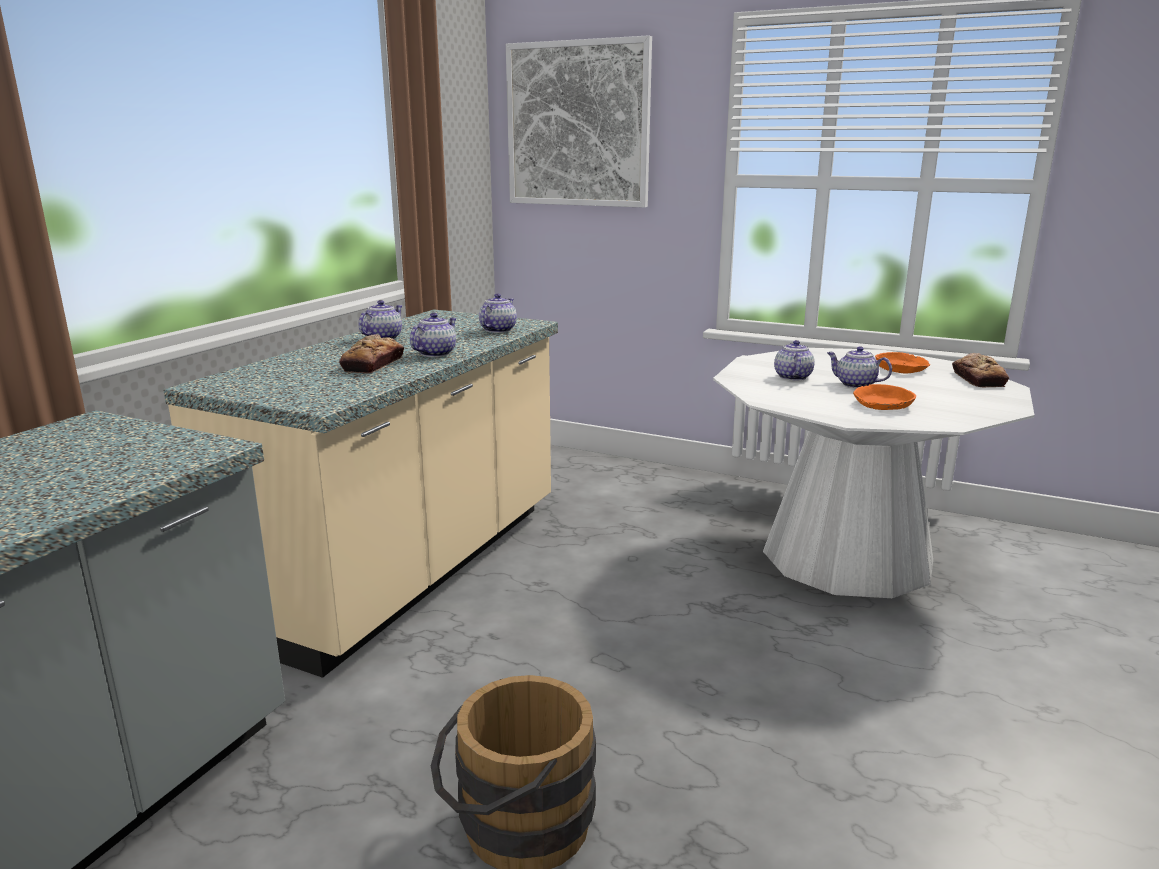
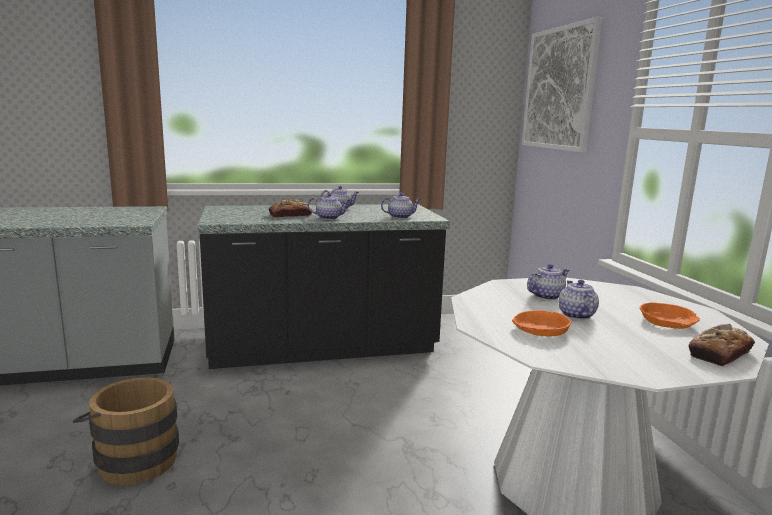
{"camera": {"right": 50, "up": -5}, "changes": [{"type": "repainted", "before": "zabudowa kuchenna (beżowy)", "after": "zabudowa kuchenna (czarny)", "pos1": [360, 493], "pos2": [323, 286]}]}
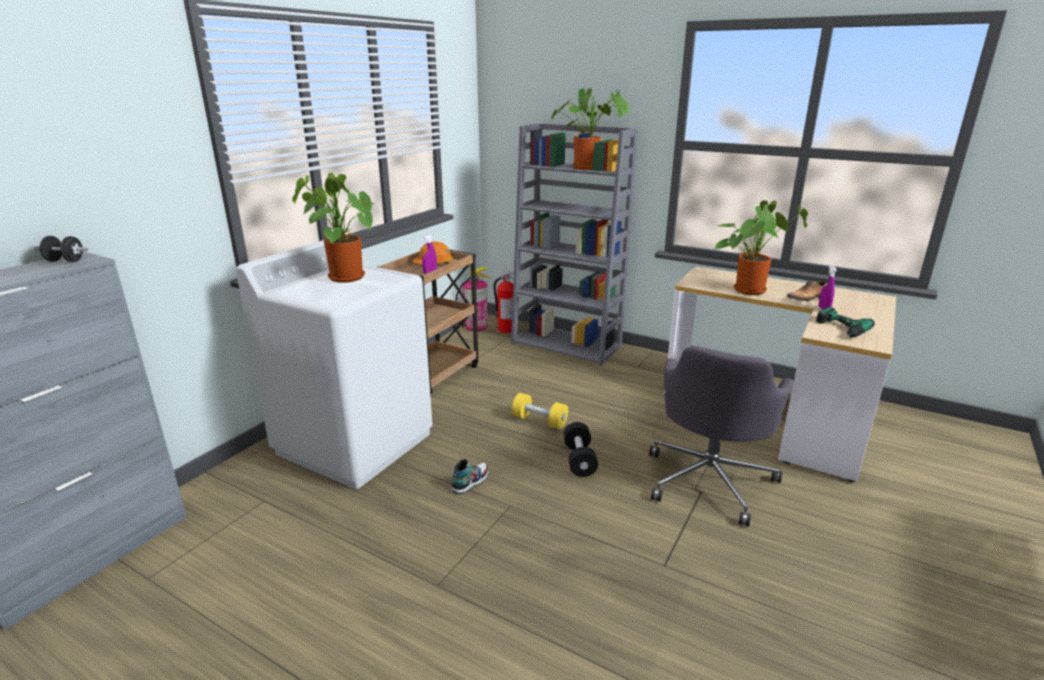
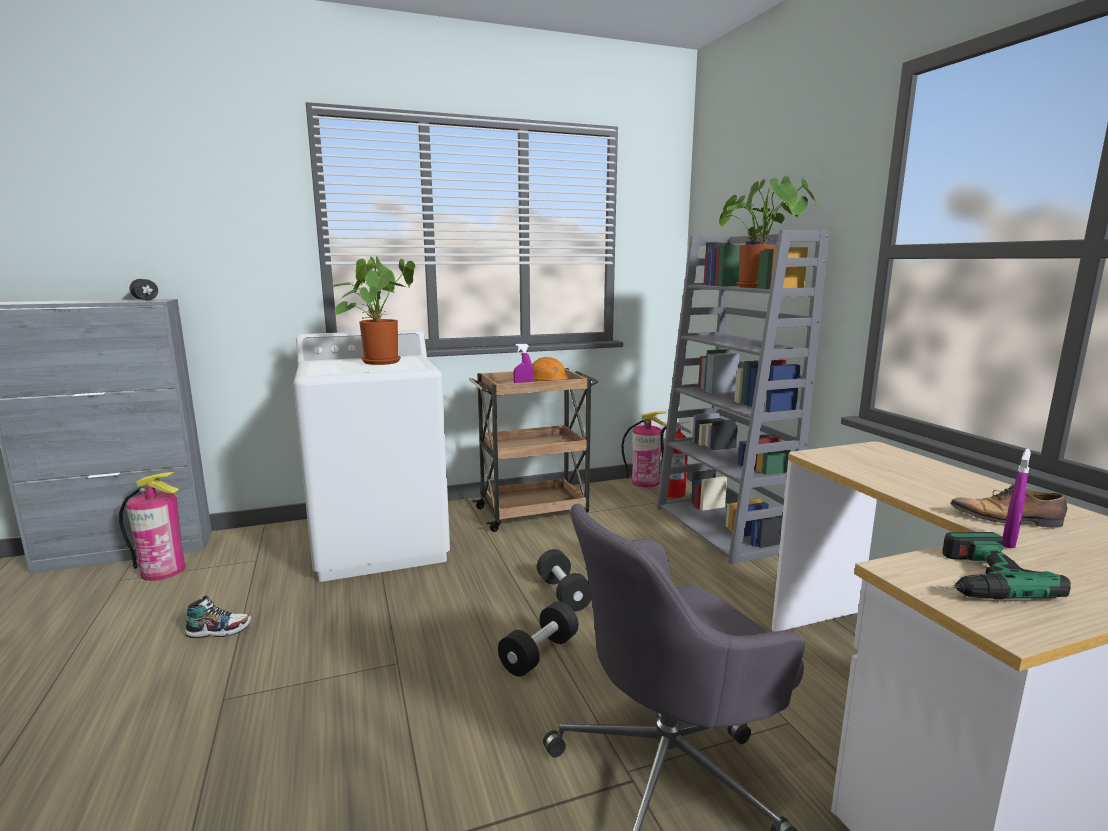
{"camera": {"right": 40, "up": -10}, "changes": [{"type": "gone", "before": "roślina doniczkowa", "pos1": [760, 247]}, {"type": "repainted", "before": "hantel (żółty)", "after": "hantel (czarny)", "pos1": [540, 411], "pos2": [564, 580]}, {"type": "shifted", "before": "but", "pos1": [470, 476], "pos2": [218, 617]}, {"type": "new", "after": "gaśnica", "pos2": [152, 526]}]}
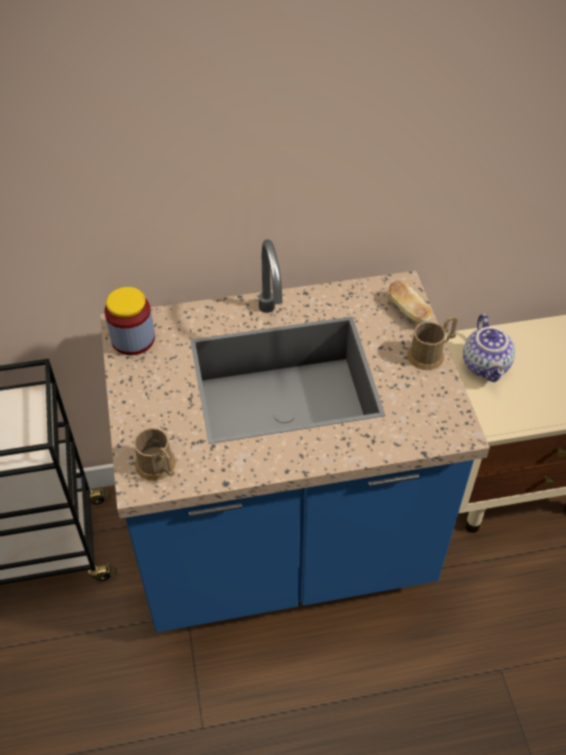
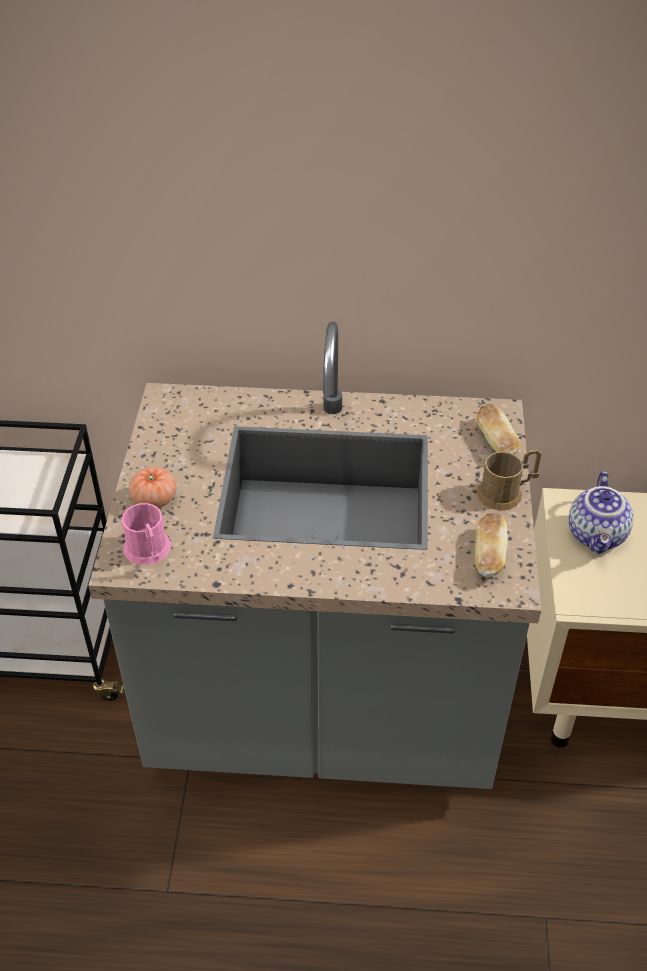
{"camera": {"right": 15, "up": -5}, "changes": [{"type": "repainted", "before": "zabudowa kuchenna (niebieski)", "after": "zabudowa kuchenna (szary)", "pos1": [295, 435], "pos2": [314, 555]}, {"type": "gone", "before": "słoik", "pos1": [129, 321]}, {"type": "repainted", "before": "kubek (brązowy)", "after": "kubek (różowy)", "pos1": [155, 454], "pos2": [146, 534]}, {"type": "new", "after": "pomidor", "pos2": [152, 487]}, {"type": "new", "after": "chleb", "pos2": [491, 545]}]}
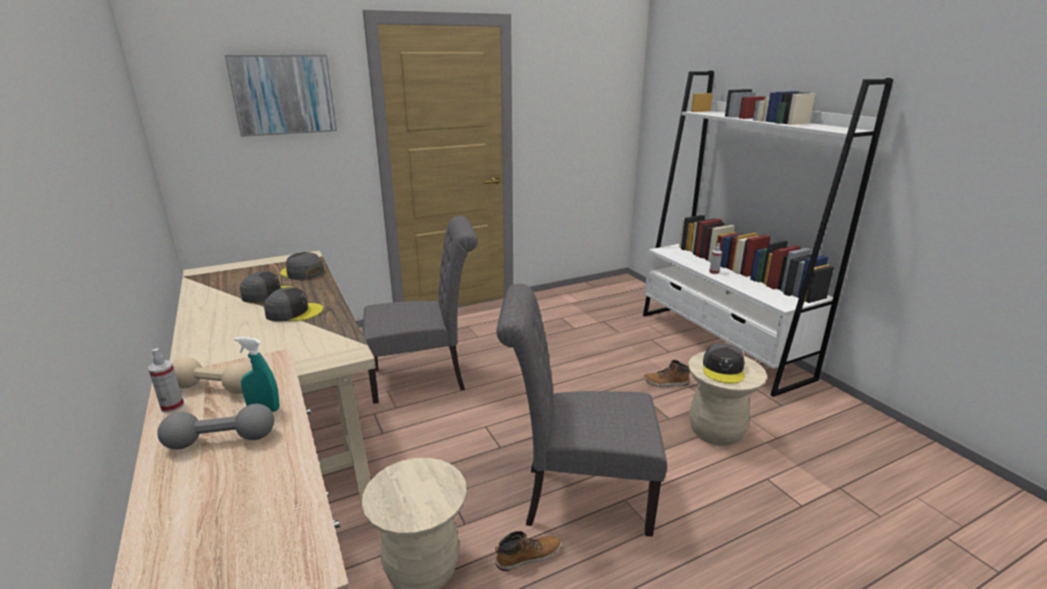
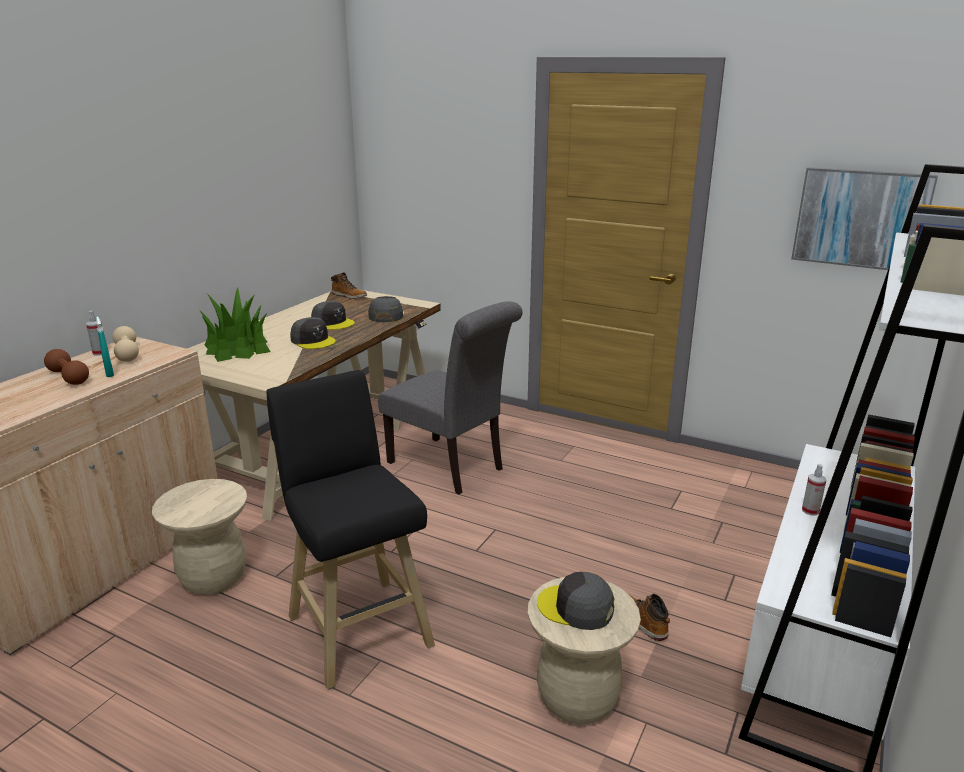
{"camera": {"right": 55, "up": 0}, "changes": [{"type": "shifted", "before": "obraz", "pos1": [281, 96], "pos2": [864, 218]}, {"type": "swapped", "before": "krzesło (szary)", "after": "stołek (czarny)", "pos1": [581, 410], "pos2": [350, 530]}, {"type": "rotated", "before": "czapka z daszkiem (szary)", "pos1": [724, 363], "pos2": [576, 601], "turn": 45}, {"type": "repainted", "before": "hantel (szary)", "after": "hantel (brązowy)", "pos1": [215, 427], "pos2": [66, 367]}, {"type": "shifted", "before": "but z cholewką", "pos1": [528, 551], "pos2": [349, 286]}, {"type": "new", "after": "roślina doniczkowa", "pos2": [235, 324]}]}
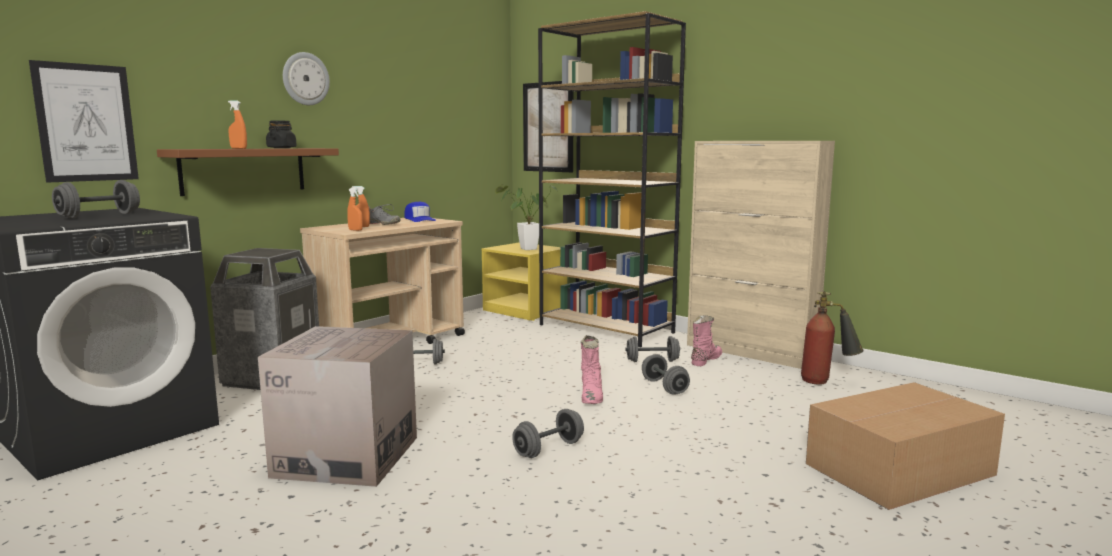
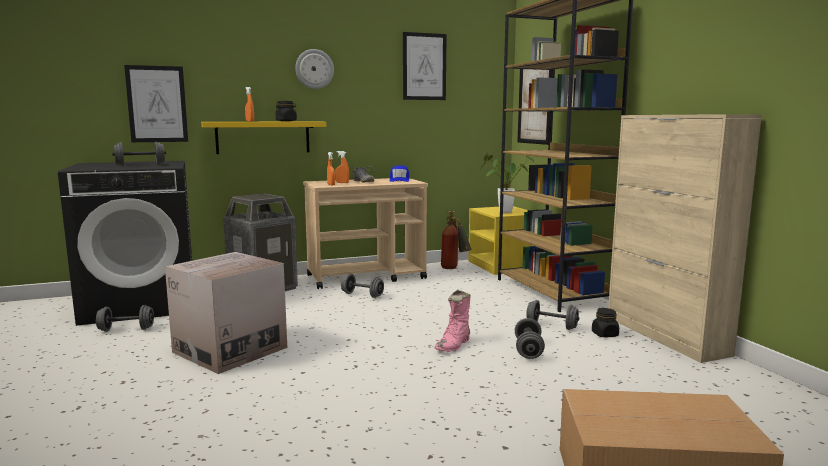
{"camera": {"right": 30, "up": 0}, "changes": [{"type": "repainted", "before": "półka (brązowy)", "after": "półka (żółty)", "pos1": [248, 172], "pos2": [264, 138]}, {"type": "shifted", "before": "gaśnica", "pos1": [832, 338], "pos2": [456, 239]}, {"type": "swapped", "before": "but z cholewką (różowy)", "after": "słoik (czarny)", "pos1": [706, 340], "pos2": [605, 322]}, {"type": "shifted", "before": "hantel (szary)", "pos1": [548, 433], "pos2": [125, 318]}, {"type": "new", "after": "obraz", "pos2": [425, 66]}]}
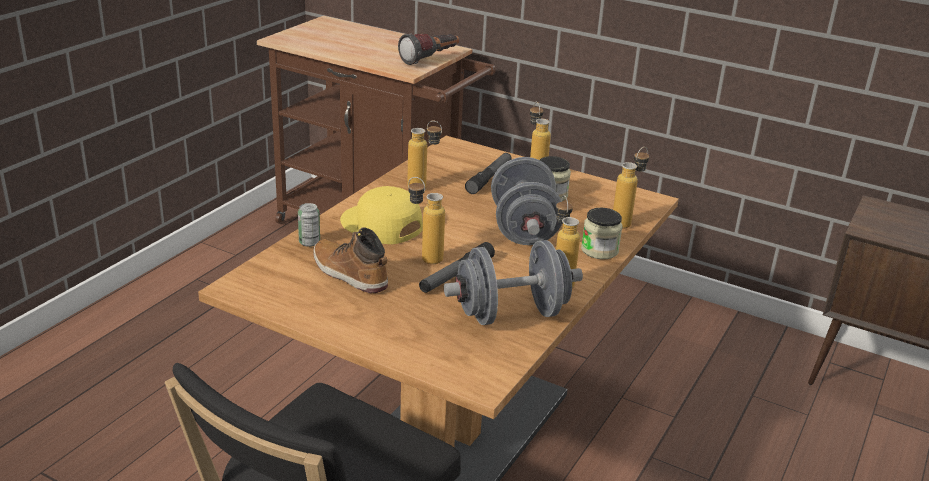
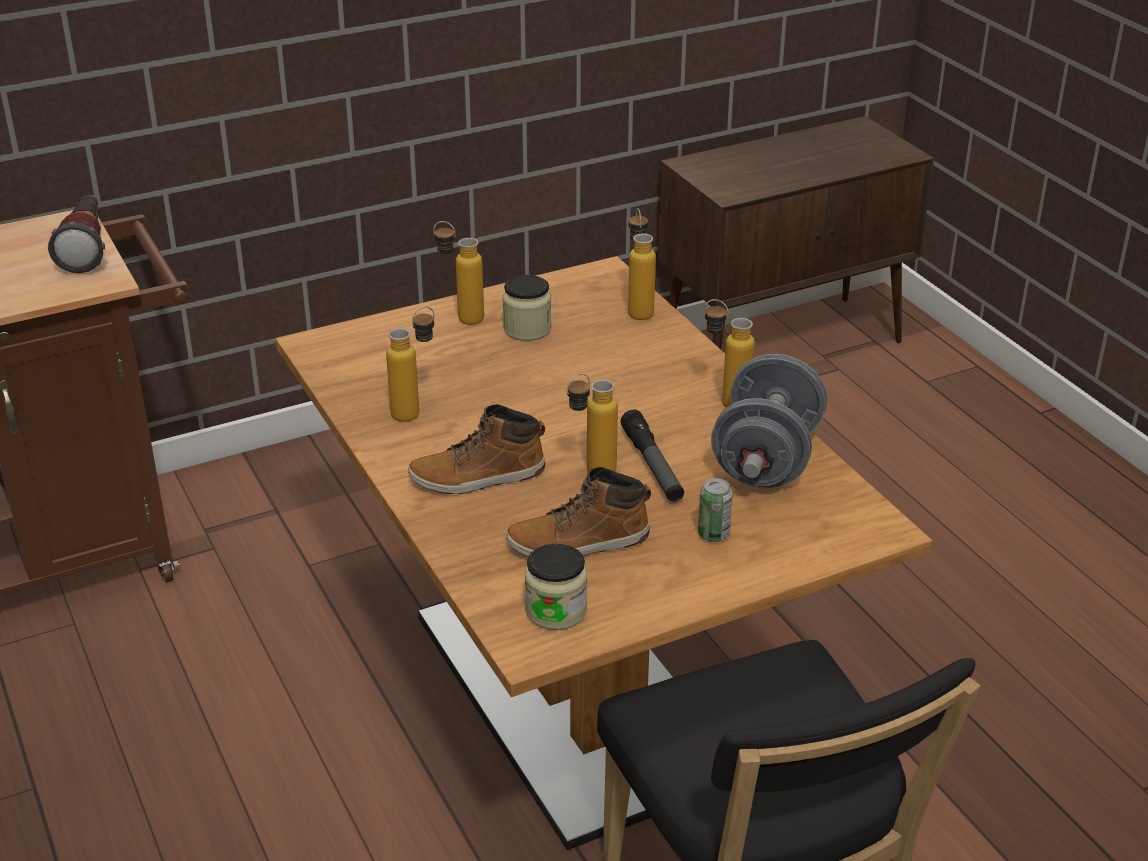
{"camera": {"right": -55, "up": 5}, "changes": [{"type": "gone", "before": "latarka", "pos1": [488, 173]}, {"type": "gone", "before": "hantel (szary)", "pos1": [526, 201]}, {"type": "swapped", "before": "czapka z daszkiem (żółty)", "after": "but z cholewką", "pos1": [381, 215], "pos2": [476, 449]}, {"type": "shifted", "before": "puszka", "pos1": [309, 225], "pos2": [715, 510]}, {"type": "shifted", "before": "słoik", "pos1": [601, 233], "pos2": [556, 587]}]}
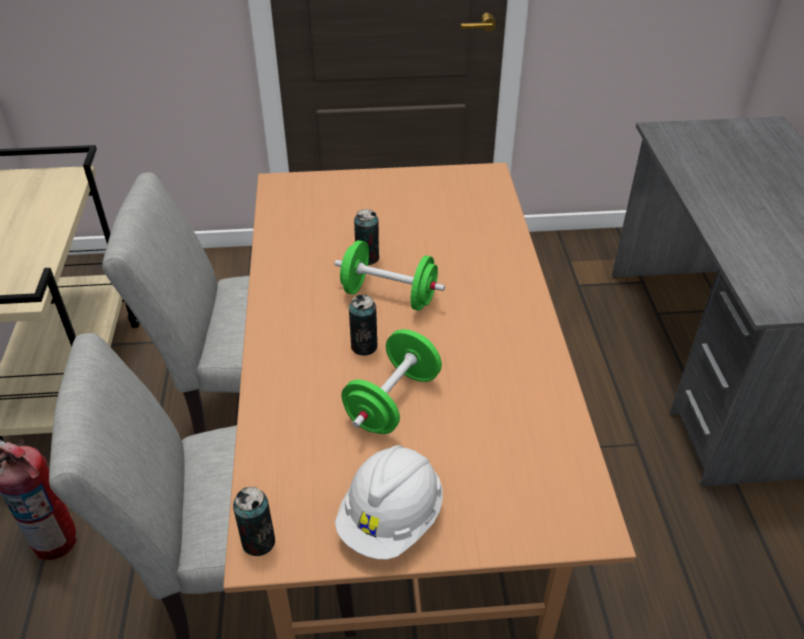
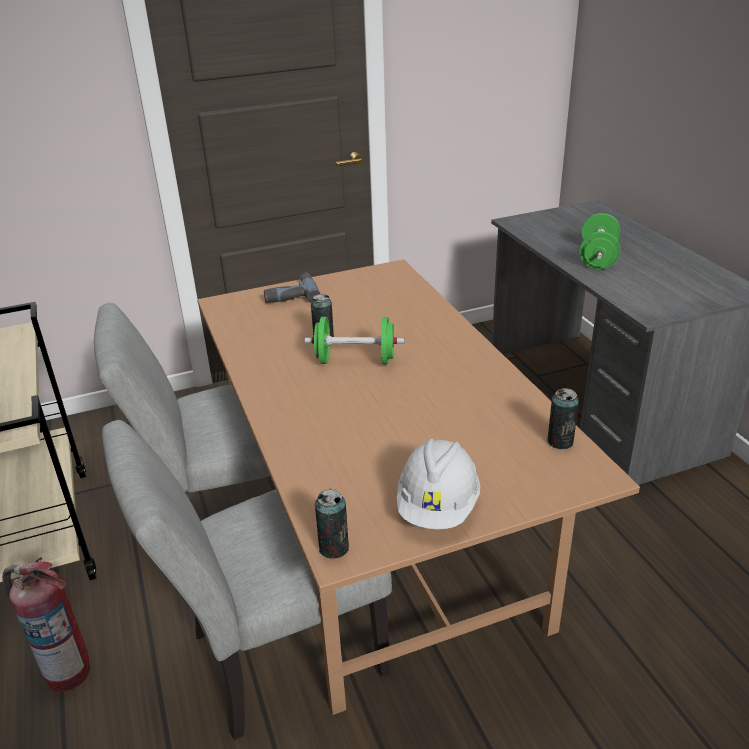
{"camera": {"right": -15, "up": -10}, "changes": [{"type": "shifted", "before": "puszka", "pos1": [363, 325], "pos2": [563, 418]}, {"type": "shifted", "before": "hantel (zielony)", "pos1": [391, 381], "pos2": [600, 241]}, {"type": "new", "after": "wiertarka", "pos2": [292, 288]}]}
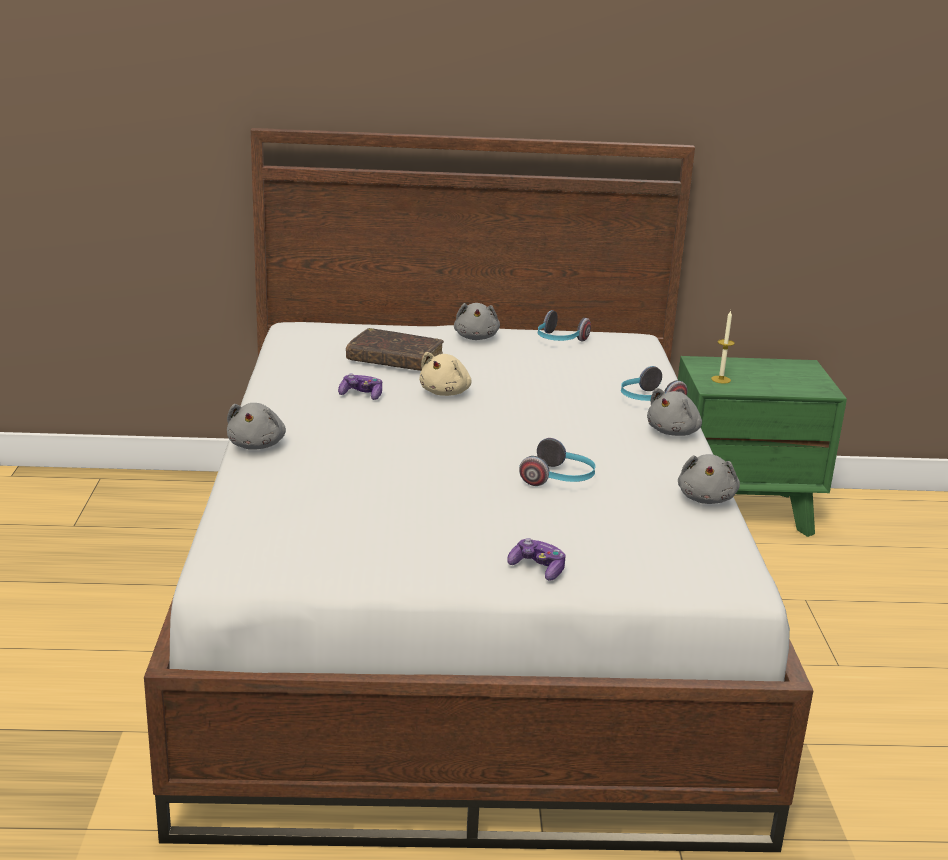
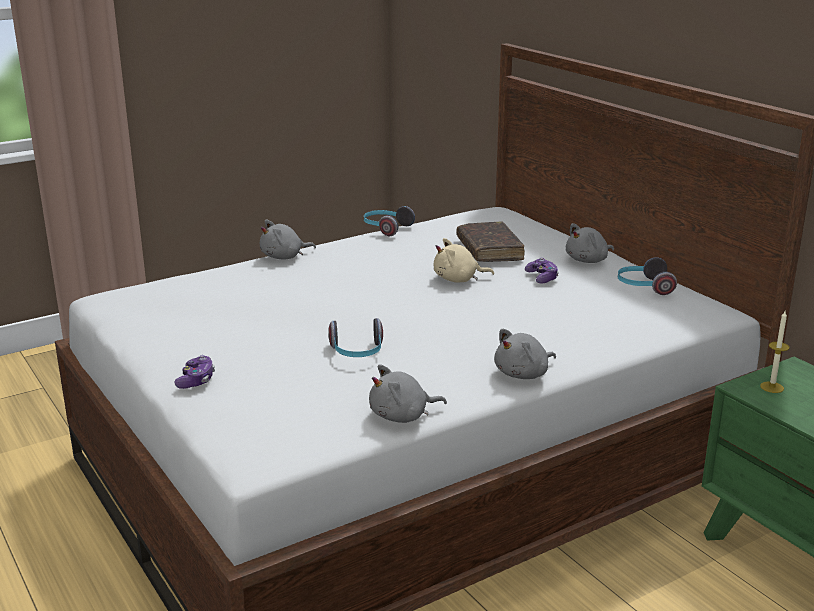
{"camera": {"right": 60, "up": 0}, "changes": [{"type": "shifted", "before": "słuchawki", "pos1": [654, 383], "pos2": [389, 221]}, {"type": "shifted", "before": "pad do gier", "pos1": [360, 386], "pos2": [542, 270]}, {"type": "rotated", "before": "pluszak (szary)", "pos1": [674, 412], "pos2": [525, 354], "turn": -45}]}
